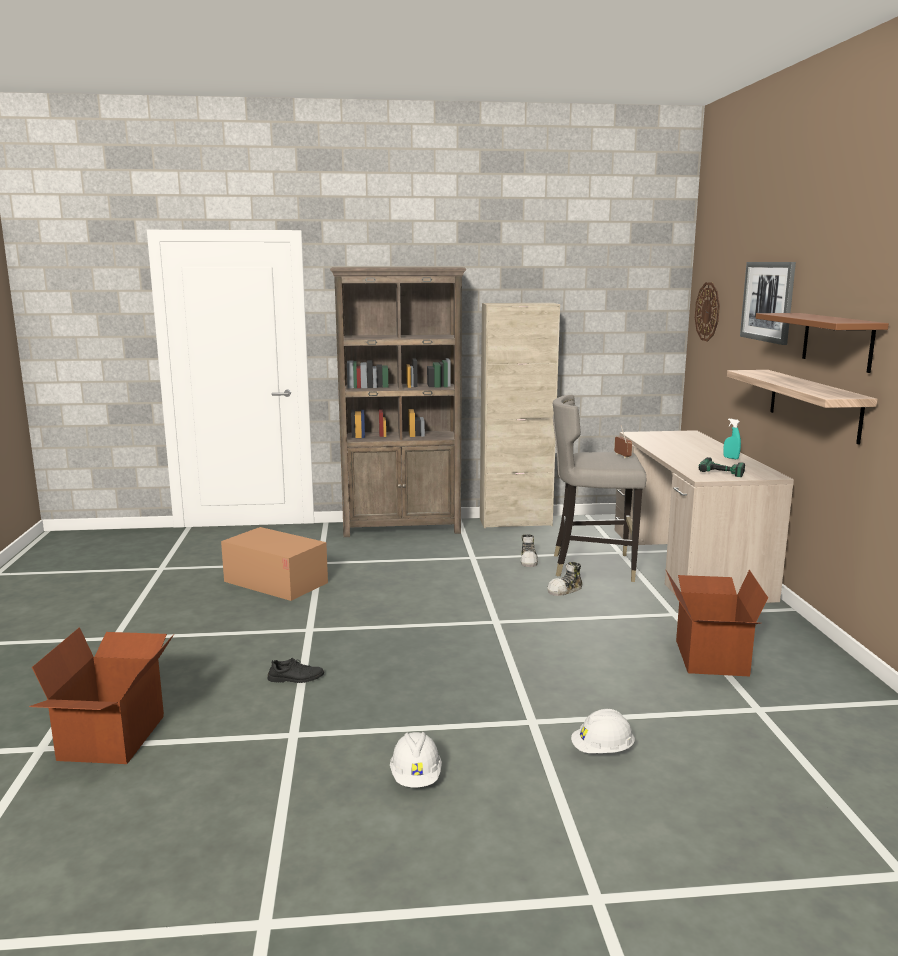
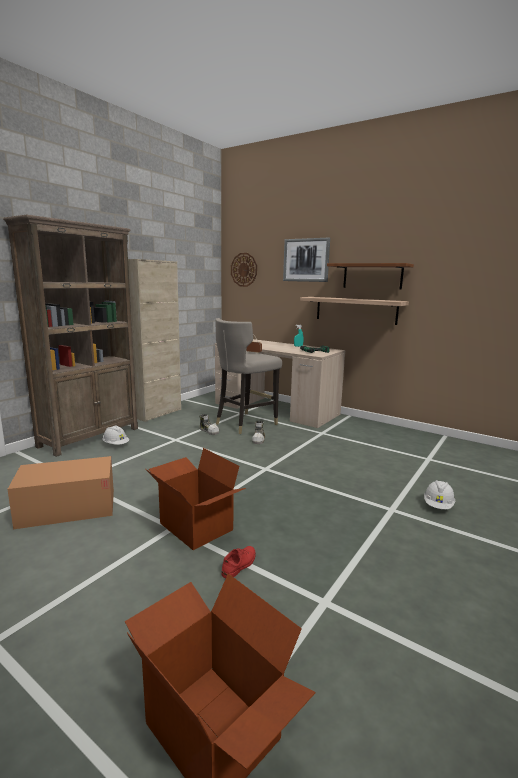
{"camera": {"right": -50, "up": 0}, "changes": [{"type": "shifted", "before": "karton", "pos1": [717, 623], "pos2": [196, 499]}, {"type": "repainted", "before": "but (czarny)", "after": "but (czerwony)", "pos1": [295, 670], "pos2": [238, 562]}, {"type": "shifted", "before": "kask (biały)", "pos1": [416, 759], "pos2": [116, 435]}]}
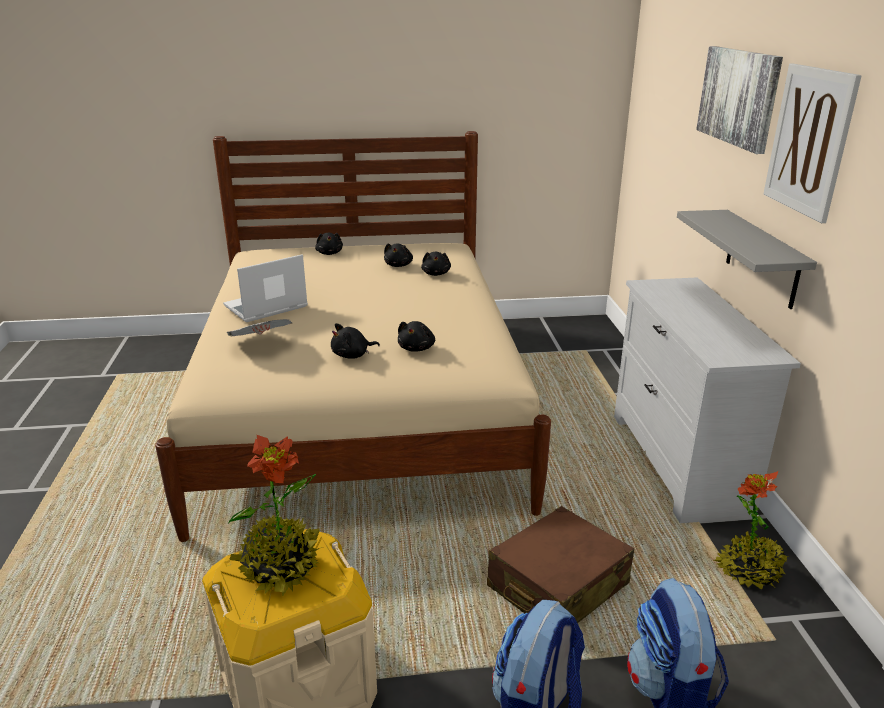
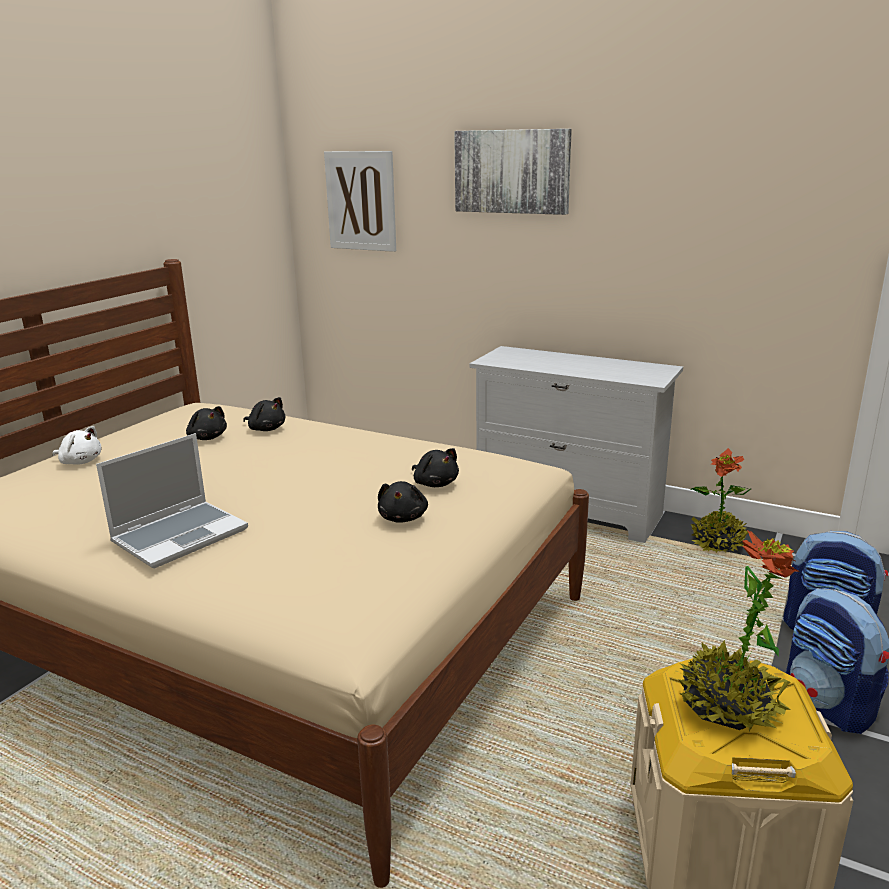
{"camera": {"right": -55, "up": -5}, "changes": [{"type": "shifted", "before": "obraz", "pos1": [812, 143], "pos2": [360, 201]}, {"type": "gone", "before": "półka (szary)", "pos1": [747, 259]}, {"type": "repainted", "before": "pluszak (czarny)", "after": "pluszak (biały)", "pos1": [329, 243], "pos2": [76, 445]}, {"type": "rotated", "before": "laptop", "pos1": [265, 288], "pos2": [172, 500], "turn": -135}, {"type": "gone", "before": "gazeta", "pos1": [259, 327]}, {"type": "gone", "before": "walizka (brązowy)", "pos1": [560, 564]}]}
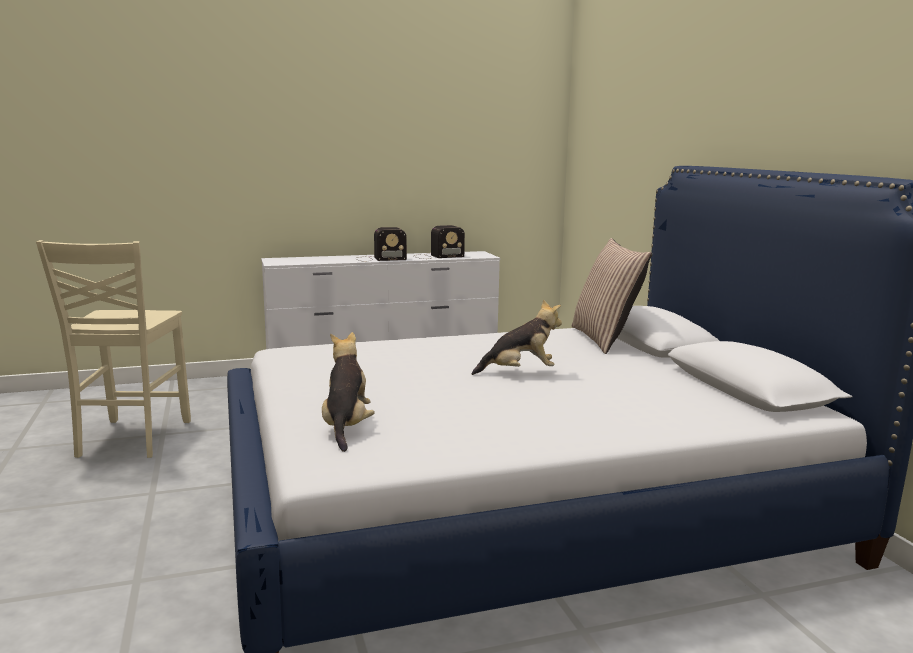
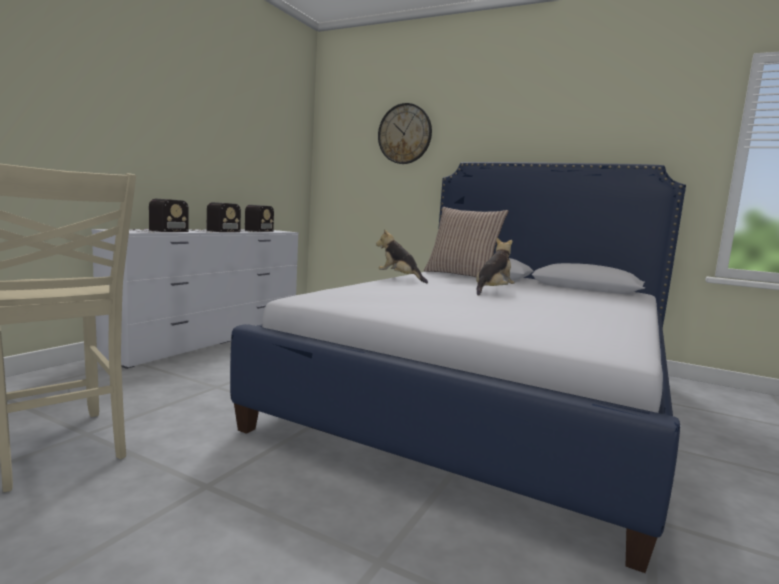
{"camera": {"right": -45, "up": -5}, "changes": [{"type": "shifted", "before": "pluszak", "pos1": [348, 392], "pos2": [402, 256]}, {"type": "new", "after": "zegar ścienny", "pos2": [405, 133]}, {"type": "new", "after": "radio", "pos2": [160, 215]}]}
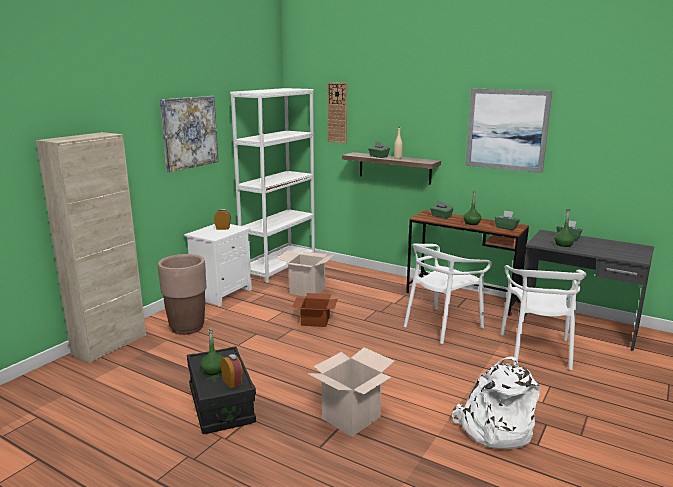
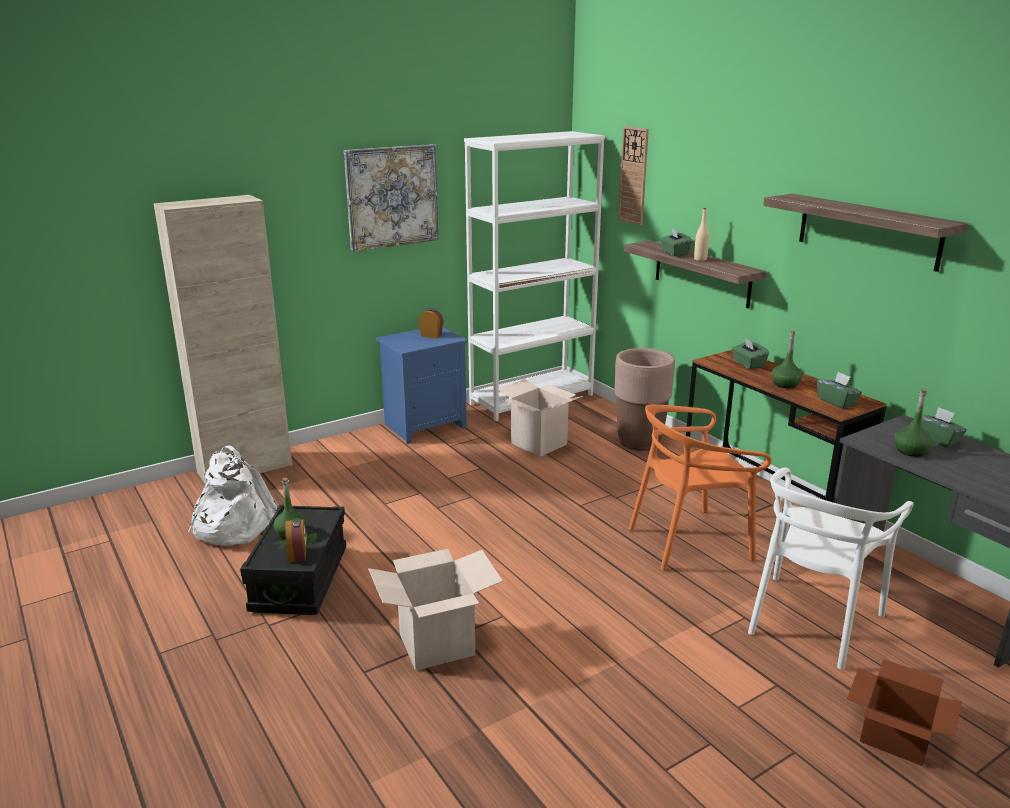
{"camera": {"right": 25, "up": 5}, "changes": [{"type": "swapped", "before": "obraz", "after": "półka", "pos1": [509, 130], "pos2": [865, 233]}, {"type": "repainted", "before": "szafka nocna (biały)", "after": "szafka nocna (niebieski)", "pos1": [218, 265], "pos2": [421, 386]}, {"type": "repainted", "before": "krzesło (biały)", "after": "krzesło (pomarańczowy)", "pos1": [448, 293], "pos2": [700, 487]}, {"type": "shifted", "before": "donica (brązowy)", "pos1": [182, 294], "pos2": [645, 399]}, {"type": "shifted", "before": "karton", "pos1": [315, 310], "pos2": [904, 712]}, {"type": "shifted", "before": "plecak (biały)", "pos1": [496, 402], "pos2": [232, 496]}]}
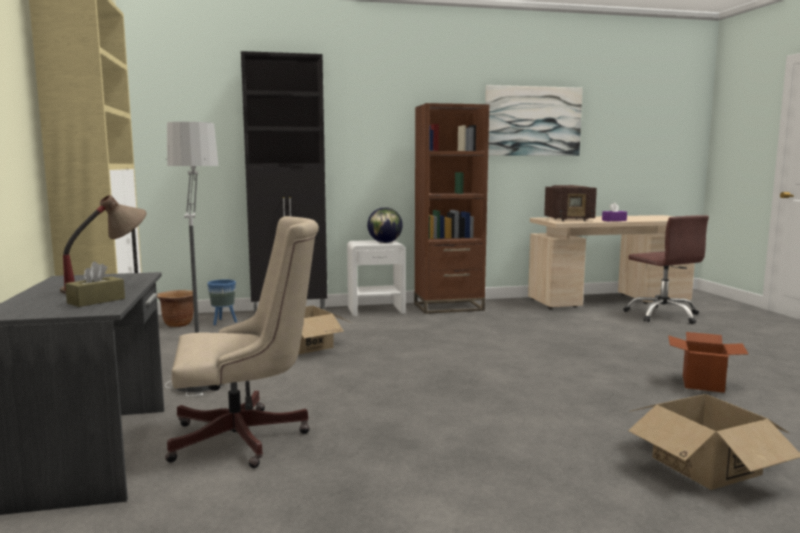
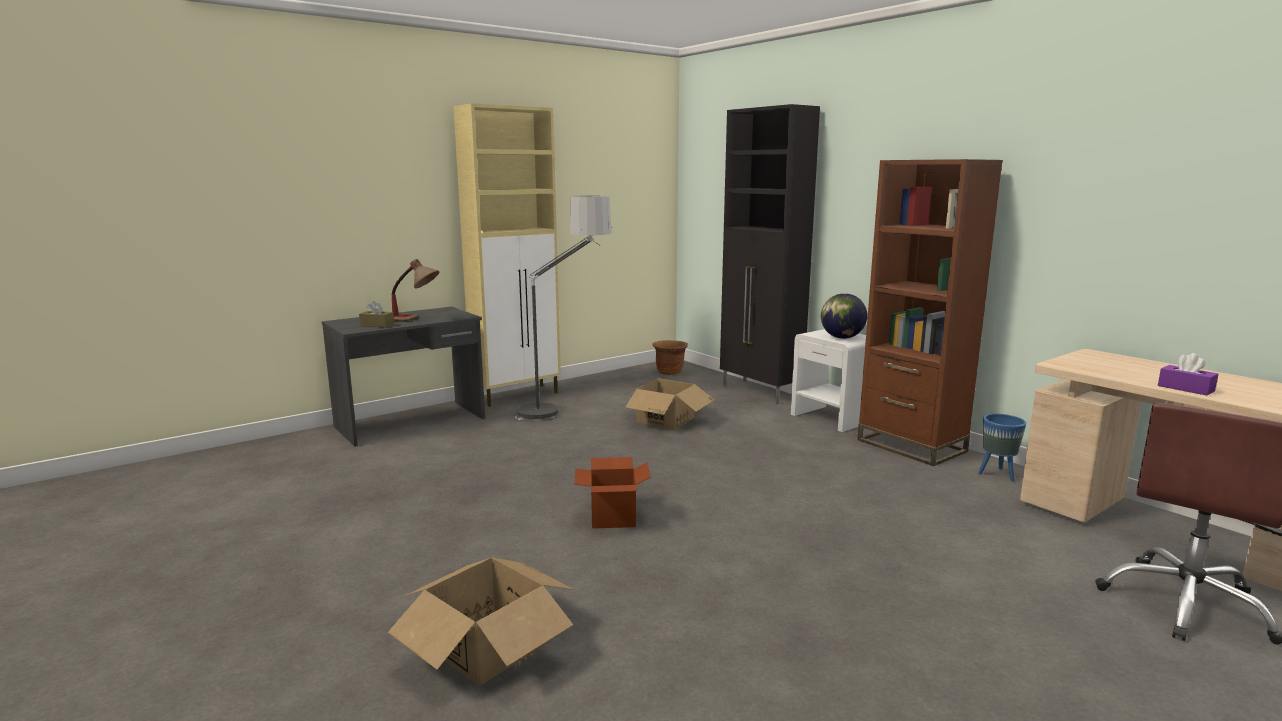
{"camera": {"right": 65, "up": 5}, "changes": [{"type": "gone", "before": "obraz", "pos1": [534, 120]}, {"type": "gone", "before": "radio", "pos1": [570, 203]}, {"type": "gone", "before": "krzesło biurowe (beżowy)", "pos1": [242, 342]}, {"type": "shifted", "before": "donica (niebieski)", "pos1": [222, 302], "pos2": [1002, 447]}, {"type": "shifted", "before": "karton", "pos1": [708, 362], "pos2": [613, 493]}]}
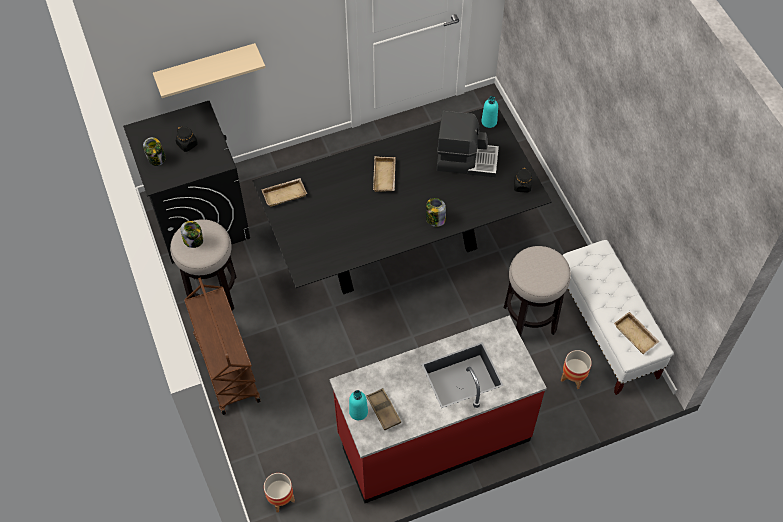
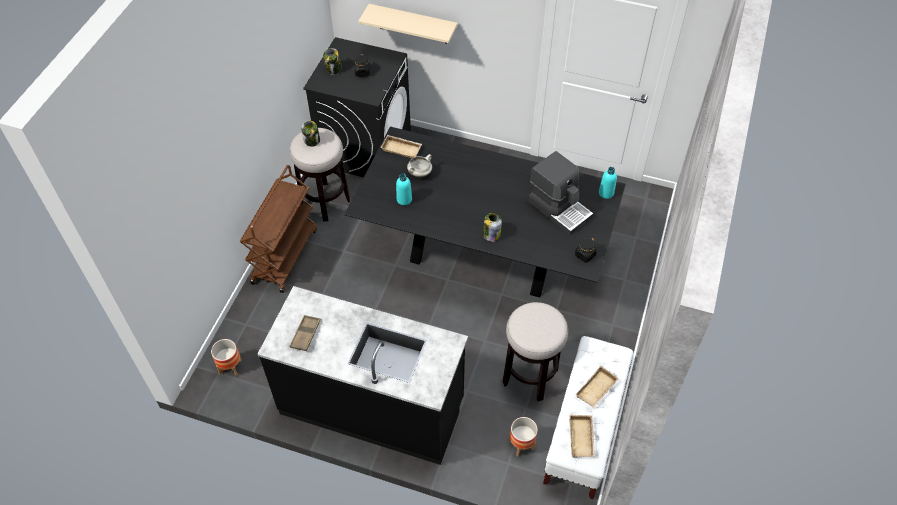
{"camera": {"right": 40, "up": -5}, "changes": [{"type": "shifted", "before": "taca (beżowy)", "pos1": [384, 174], "pos2": [597, 387]}, {"type": "repainted", "before": "zabudowa kuchenna (czerwony)", "after": "zabudowa kuchenna (czarny)", "pos1": [438, 409], "pos2": [362, 375]}, {"type": "shifted", "before": "butelka (turkusowy)", "pos1": [358, 405], "pos2": [404, 189]}, {"type": "new", "after": "garnek (biały)", "pos2": [419, 165]}]}
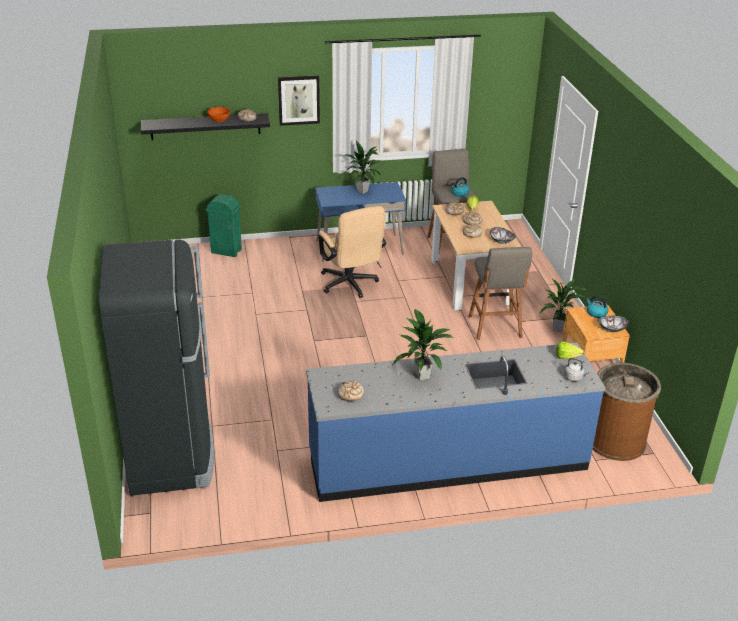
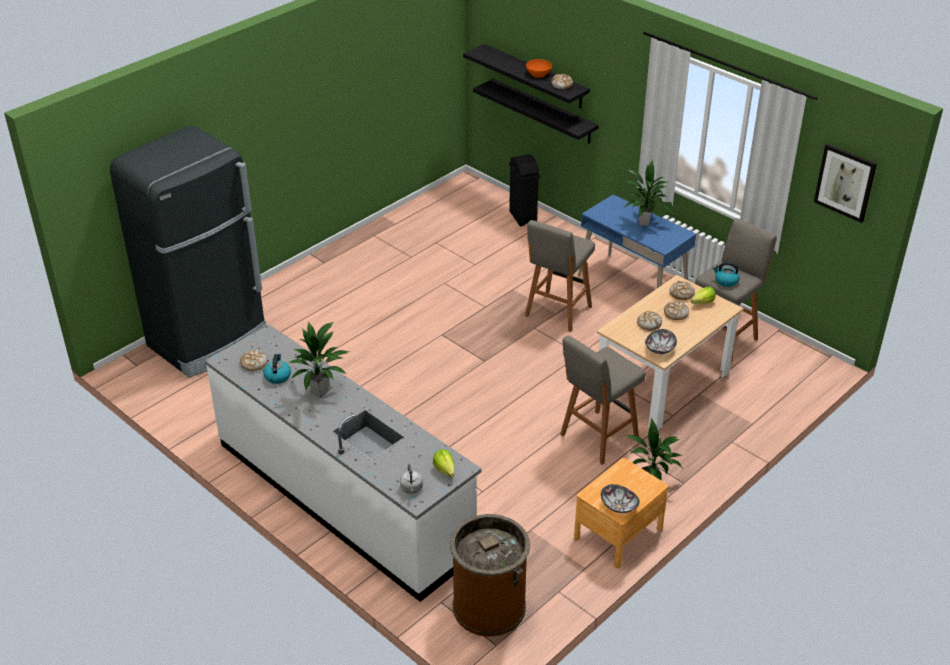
{"camera": {"right": 55, "up": 5}, "changes": [{"type": "shifted", "before": "obraz", "pos1": [299, 100], "pos2": [845, 183]}, {"type": "repainted", "before": "kosz na śmieci (zielony)", "after": "kosz na śmieci (czarny)", "pos1": [224, 225], "pos2": [524, 190]}, {"type": "swapped", "before": "krzesło biurowe (beżowy)", "after": "stołek (szary)", "pos1": [352, 252], "pos2": [560, 276]}, {"type": "shifted", "before": "czajnik", "pos1": [597, 307], "pos2": [277, 369]}, {"type": "repainted", "before": "zabudowa kuchenna (niebieski)", "after": "zabudowa kuchenna (biały)", "pos1": [455, 422], "pos2": [343, 463]}, {"type": "new", "after": "półka (czarny)", "pos2": [536, 111]}]}
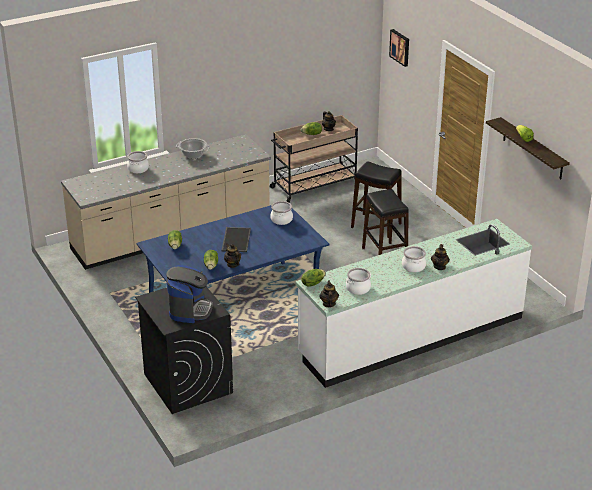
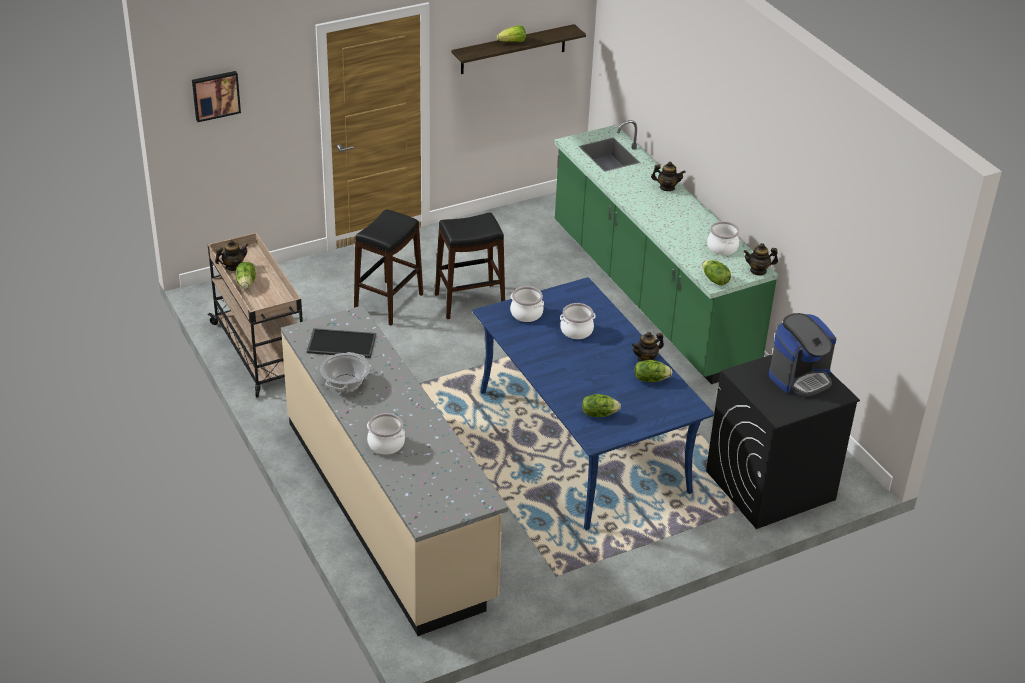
{"camera": {"right": -90, "up": 5}, "changes": [{"type": "repainted", "before": "zabudowa kuchenna (biały)", "after": "zabudowa kuchenna (zielony)", "pos1": [413, 303], "pos2": [666, 252]}, {"type": "shifted", "before": "taca", "pos1": [236, 239], "pos2": [341, 343]}, {"type": "shifted", "before": "garnek", "pos1": [414, 259], "pos2": [577, 321]}, {"type": "rotated", "before": "ekspres do kawy", "pos1": [189, 294], "pos2": [803, 355], "turn": 135}]}
